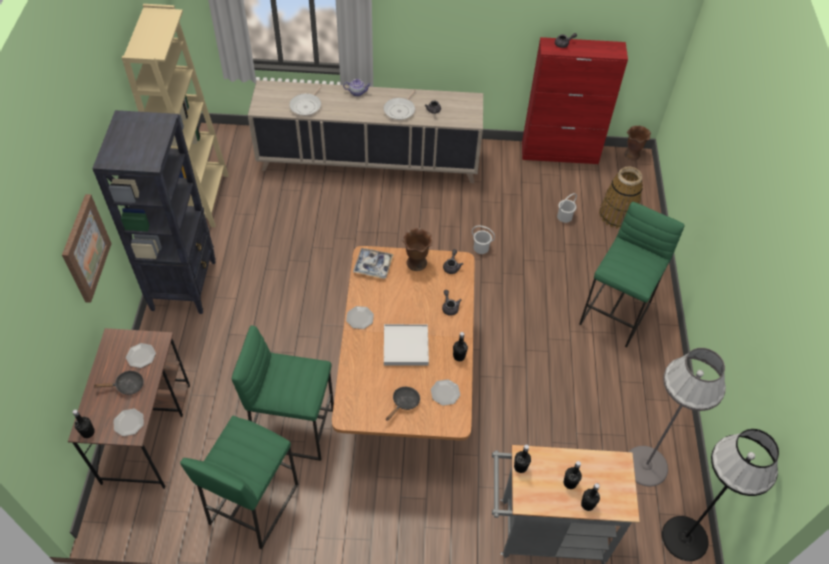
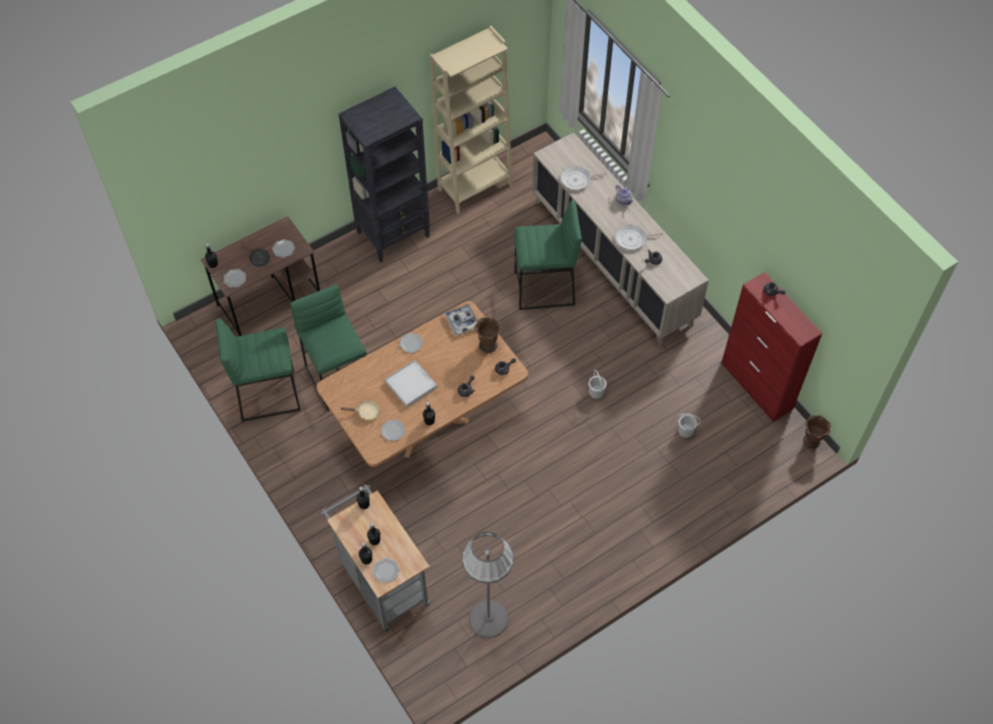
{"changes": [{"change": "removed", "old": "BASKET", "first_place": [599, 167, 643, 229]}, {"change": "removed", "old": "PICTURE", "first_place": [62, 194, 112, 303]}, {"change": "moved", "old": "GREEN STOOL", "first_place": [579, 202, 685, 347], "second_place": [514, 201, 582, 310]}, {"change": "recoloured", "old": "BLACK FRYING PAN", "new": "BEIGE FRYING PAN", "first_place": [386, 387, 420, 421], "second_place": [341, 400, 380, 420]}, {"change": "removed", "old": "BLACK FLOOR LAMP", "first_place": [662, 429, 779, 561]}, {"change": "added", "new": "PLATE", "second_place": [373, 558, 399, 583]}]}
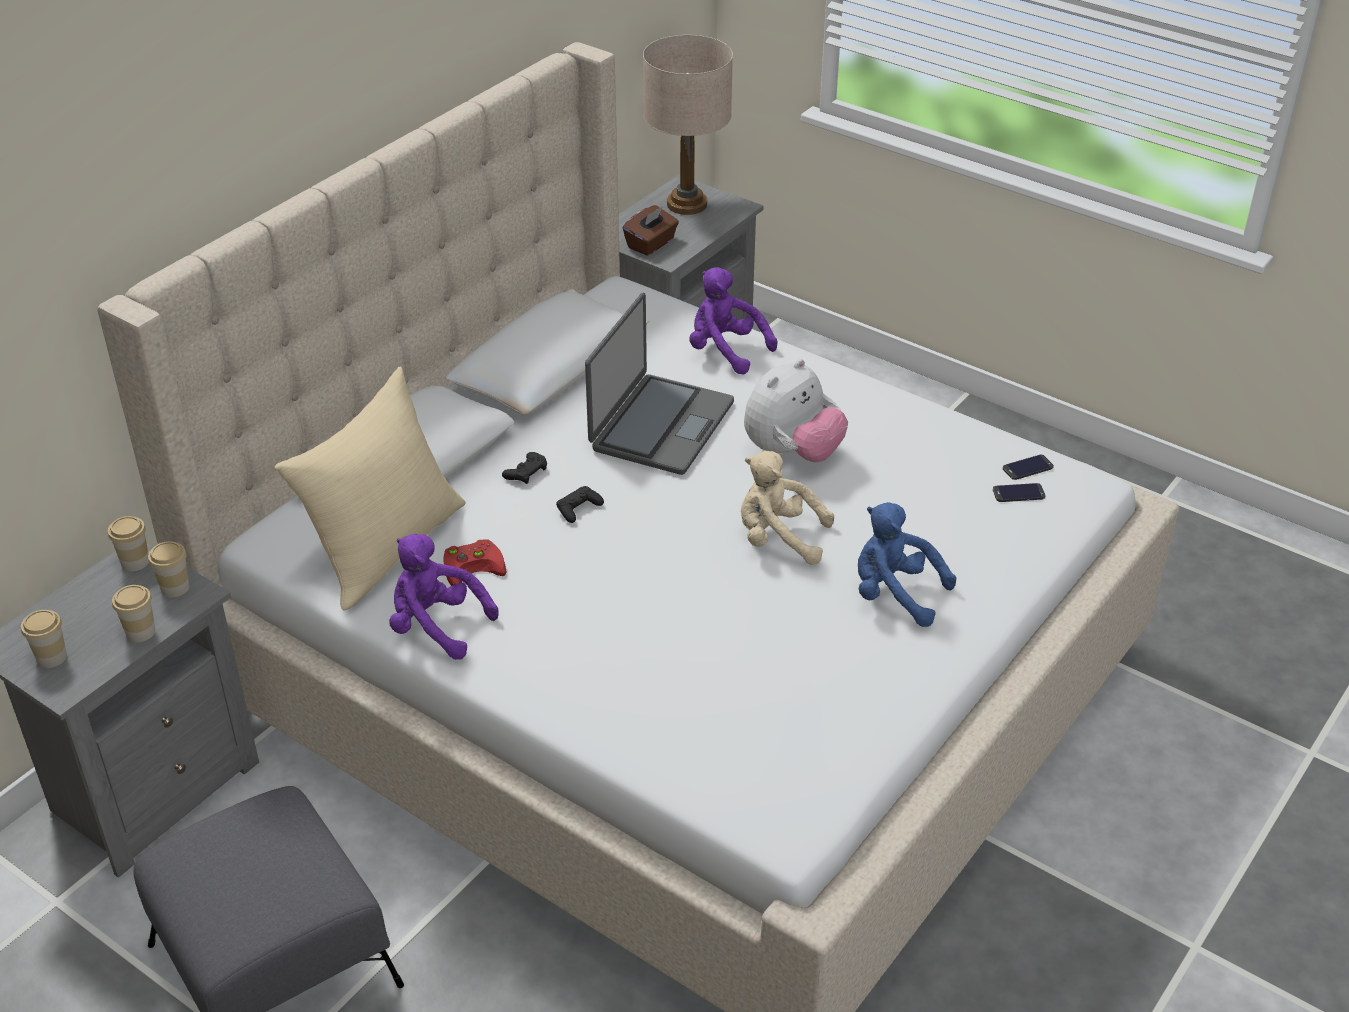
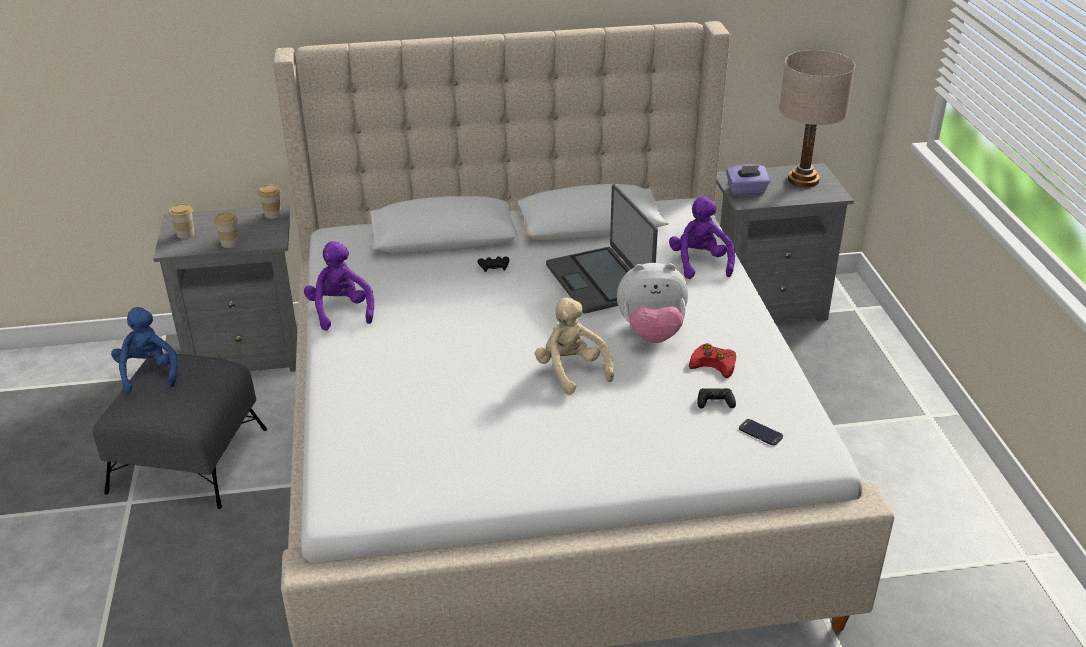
{"changes": [{"change": "recoloured", "old": "BROWN TISSUE BOX", "new": "PURPLE TISSUE BOX", "first_place": [623, 205, 679, 256], "second_place": [726, 164, 770, 196]}, {"change": "turned", "old": "LAPTOP", "first_place": [585, 293, 734, 475], "second_place": [546, 184, 658, 313], "degrees": 90}, {"change": "removed", "old": "BEIGE PILLOW", "first_place": [275, 366, 466, 610]}, {"change": "removed", "old": "PHONE", "first_place": [1003, 455, 1054, 480]}, {"change": "moved", "old": "BLACK GAME CONTROLLER", "first_place": [556, 486, 604, 523], "second_place": [697, 388, 736, 408]}, {"change": "moved", "old": "BLUE PLUSH TOY", "first_place": [858, 502, 956, 627], "second_place": [111, 307, 178, 393]}, {"change": "moved", "old": "RED GAME CONTROLLER", "first_place": [443, 539, 506, 586], "second_place": [689, 343, 736, 378]}, {"change": "removed", "old": "CUP", "first_place": [148, 541, 189, 597]}]}
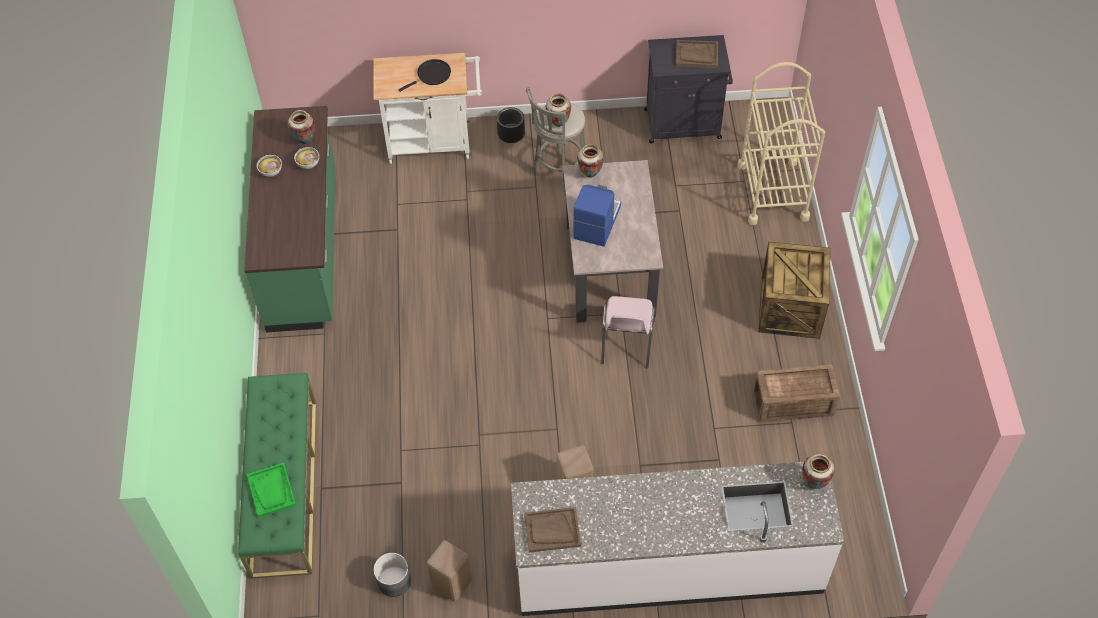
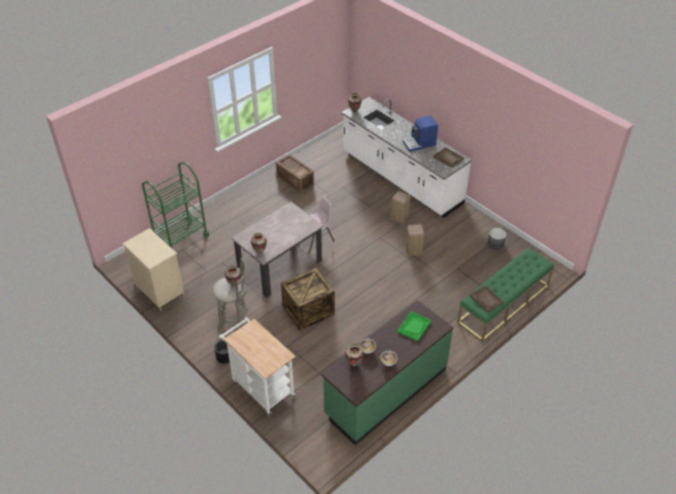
{"changes": [{"change": "recoloured", "old": "BLACK CABINET", "new": "BEIGE CABINET", "first_place": [644, 35, 733, 144], "second_place": [122, 228, 185, 311]}, {"change": "moved", "old": "BROWN TRAY", "first_place": [676, 40, 718, 68], "second_place": [470, 285, 503, 313]}, {"change": "removed", "old": "BLACK FRYING PAN", "first_place": [398, 59, 451, 92]}, {"change": "recoloured", "old": "BEIGE CART", "new": "GREEN CART", "first_place": [737, 62, 825, 225], "second_place": [142, 162, 209, 248]}, {"change": "moved", "old": "COFFEE MACHINE", "first_place": [573, 185, 621, 247], "second_place": [403, 115, 438, 152]}, {"change": "moved", "old": "CRATE", "first_place": [758, 242, 831, 339], "second_place": [281, 268, 335, 331]}, {"change": "moved", "old": "GREEN TRAY", "first_place": [247, 463, 296, 518], "second_place": [397, 311, 431, 341]}, {"change": "moved", "old": "BEIGE STOOL", "first_place": [427, 540, 472, 602], "second_place": [406, 224, 424, 256]}]}
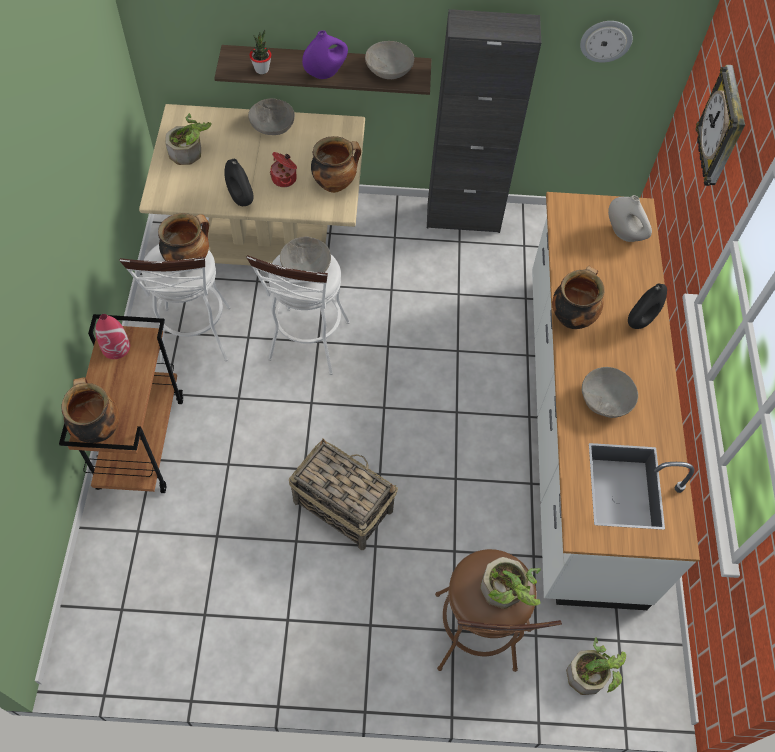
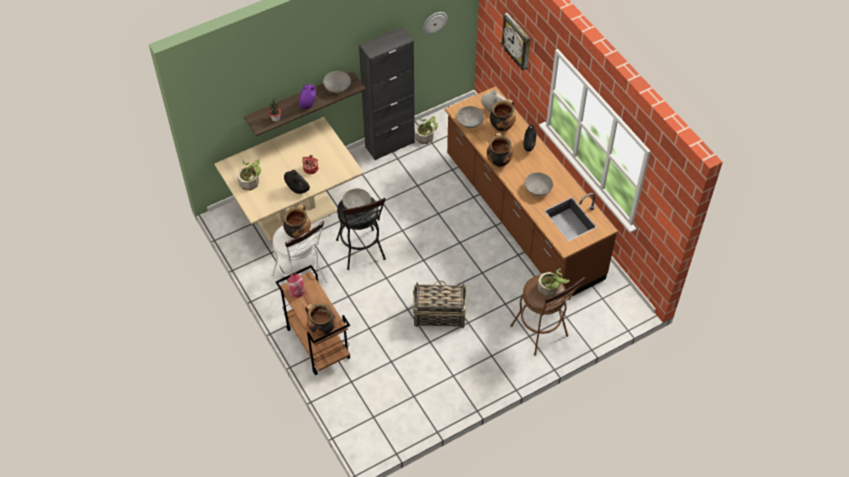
{"changes": [{"change": "moved", "old": "GREY BOWL", "first_place": [248, 98, 295, 135], "second_place": [456, 106, 484, 128]}, {"change": "moved", "old": "COOKING POT", "first_place": [311, 136, 361, 193], "second_place": [490, 99, 516, 132]}, {"change": "recoloured", "old": "WHITE COUNTER", "new": "BROWN COUNTER", "first_place": [532, 192, 700, 610], "second_place": [445, 86, 618, 296]}, {"change": "recoloured", "old": "WHITE STOOL", "new": "BLACK STOOL", "first_place": [246, 254, 350, 375], "second_place": [336, 197, 386, 270]}, {"change": "moved", "old": "POTTED PLANT", "first_place": [566, 637, 626, 695], "second_place": [416, 116, 438, 144]}]}
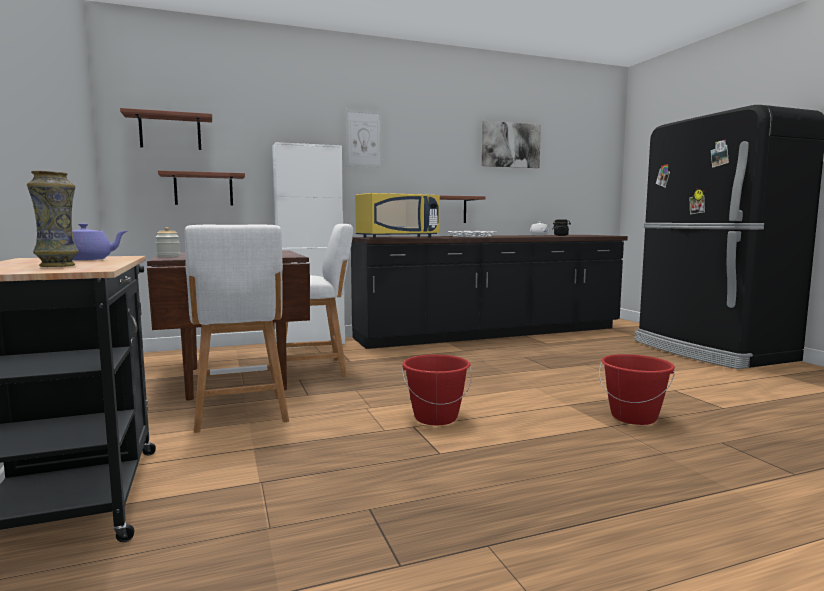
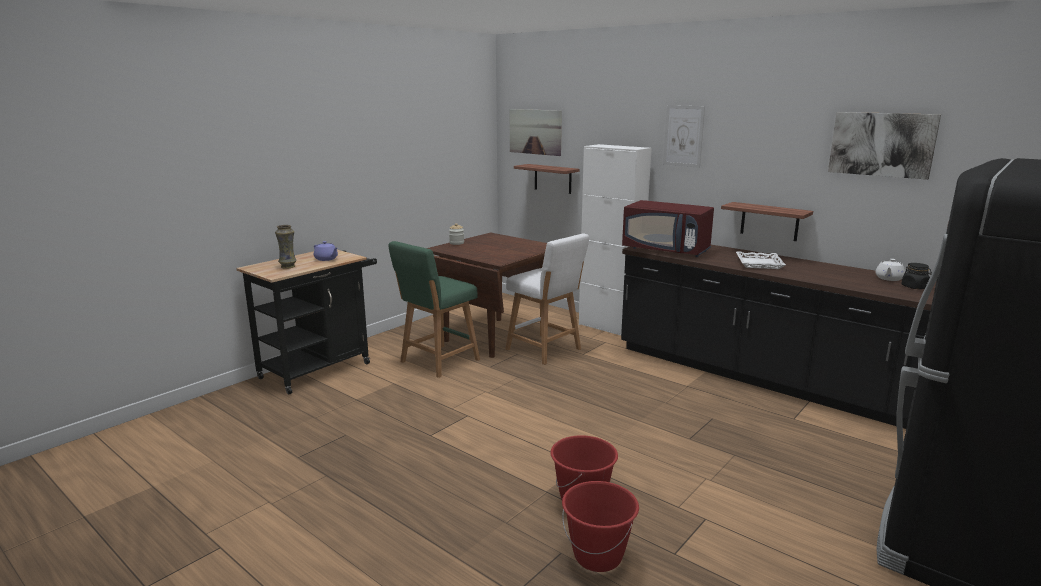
{"changes": [{"change": "replaced", "old": "SHELF", "new": "PICTURE", "first_place": [120, 108, 212, 150], "second_place": [510, 109, 562, 156]}, {"change": "recoloured", "old": "YELLOW MICROWAVE", "new": "RED MICROWAVE", "first_place": [355, 193, 440, 238], "second_place": [622, 200, 714, 257]}, {"change": "recoloured", "old": "WHITE STOOL", "new": "GREEN STOOL", "first_place": [184, 225, 289, 433], "second_place": [388, 241, 480, 378]}, {"change": "moved", "old": "RED BUCKET", "first_place": [402, 355, 472, 425], "second_place": [562, 481, 639, 572]}]}
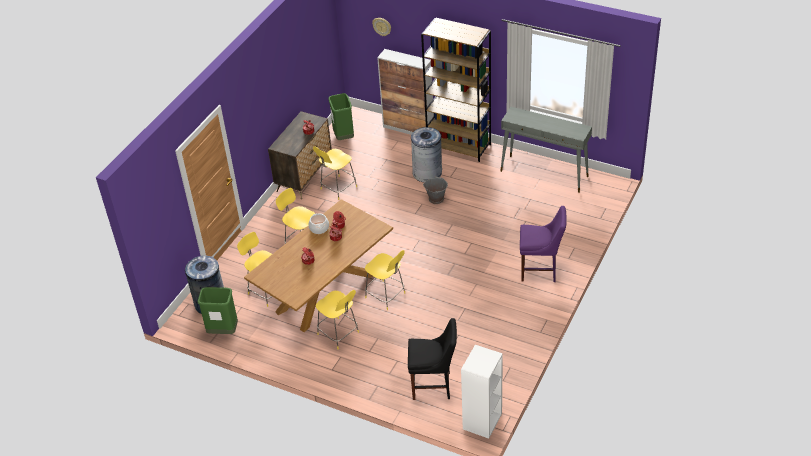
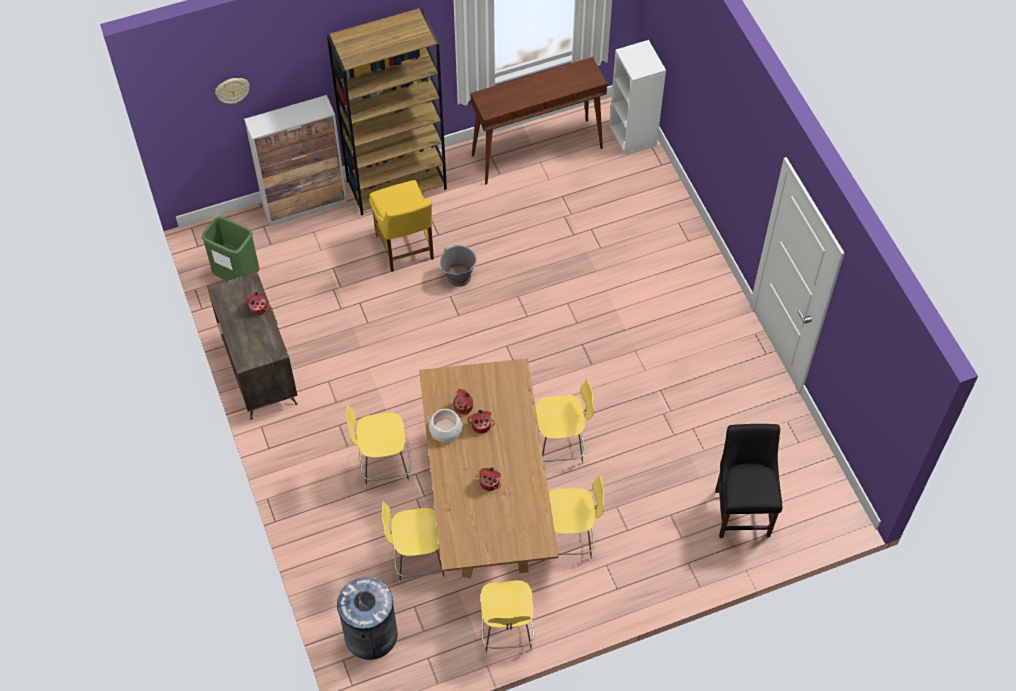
{"changes": [{"change": "recoloured", "old": "GREY CONSOLE TABLE", "new": "BROWN CONSOLE TABLE", "first_place": [500, 107, 592, 193], "second_place": [471, 57, 607, 185]}, {"change": "replaced", "old": "GREY TRASH CAN", "new": "YELLOW CHAIR", "first_place": [411, 127, 442, 182], "second_place": [369, 180, 434, 272]}, {"change": "moved", "old": "YELLOW STOOL", "first_place": [313, 146, 357, 200], "second_place": [481, 580, 534, 654]}, {"change": "removed", "old": "PURPLE CHAIR", "first_place": [520, 206, 567, 282]}, {"change": "removed", "old": "GREEN TRASH CAN", "first_place": [198, 287, 238, 334]}, {"change": "turned", "old": "BLACK CHAIR", "first_place": [408, 318, 457, 400], "second_place": [715, 424, 782, 538], "degrees": -45}, {"change": "moved", "old": "WHITE BOOKCASE", "first_place": [461, 345, 503, 439], "second_place": [609, 40, 666, 155]}]}
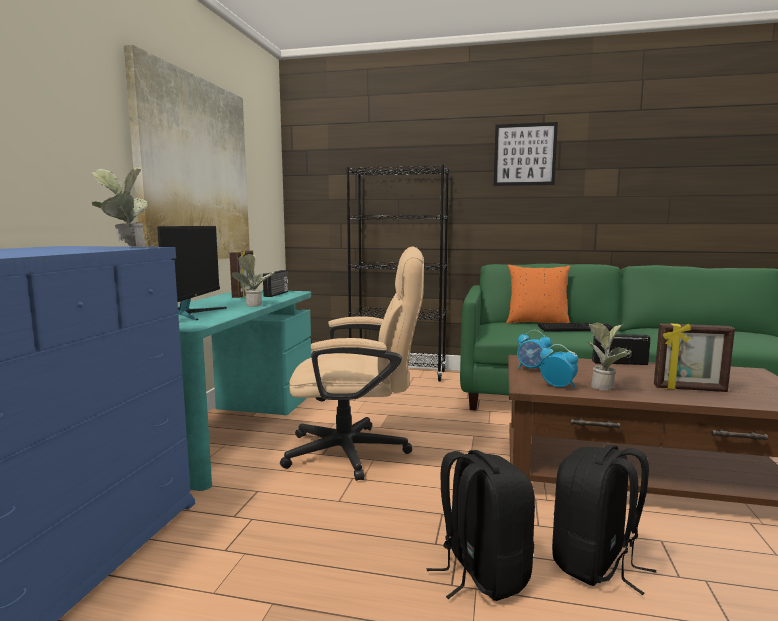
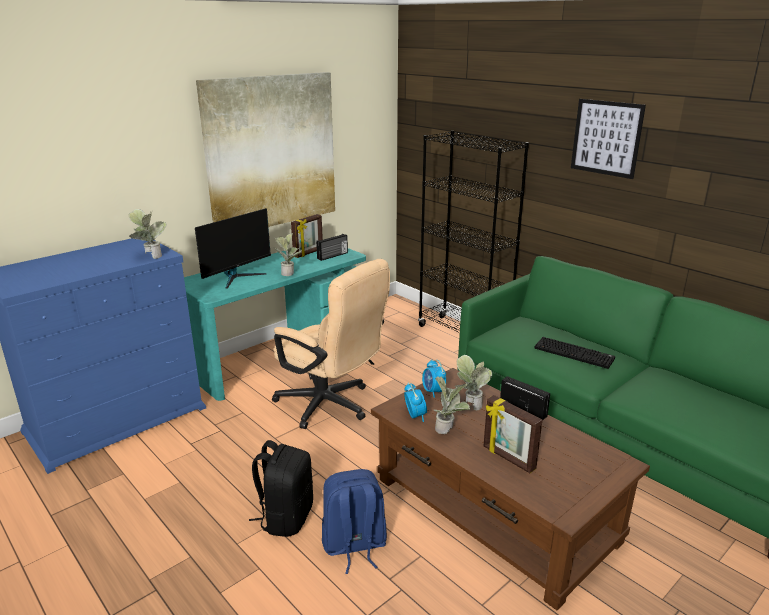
{"changes": [{"change": "removed", "old": "ORANGE PILLOW", "first_place": [506, 265, 570, 324]}, {"change": "recoloured", "old": "BLACK BACKPACK", "new": "BLUE BACKPACK", "first_place": [552, 445, 656, 595], "second_place": [322, 469, 387, 574]}, {"change": "added", "new": "POTTED PLANT", "second_place": [455, 355, 493, 410]}]}
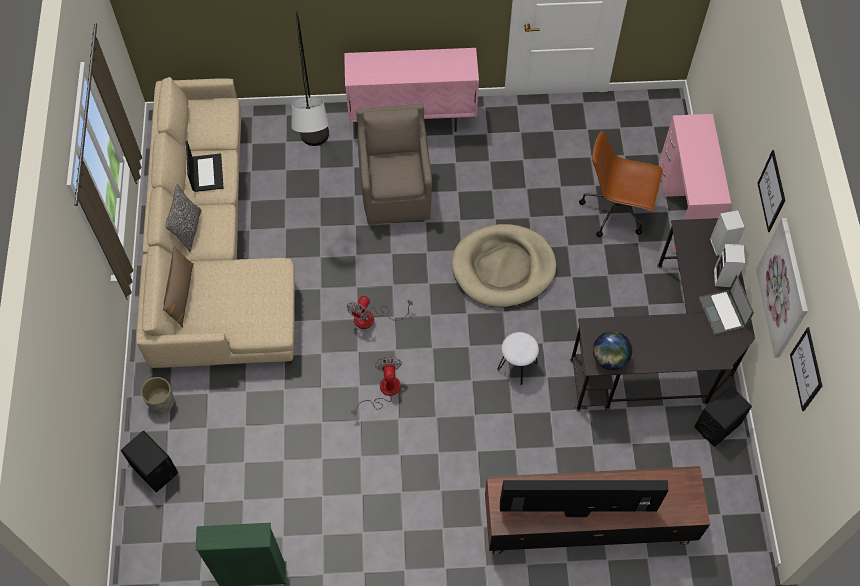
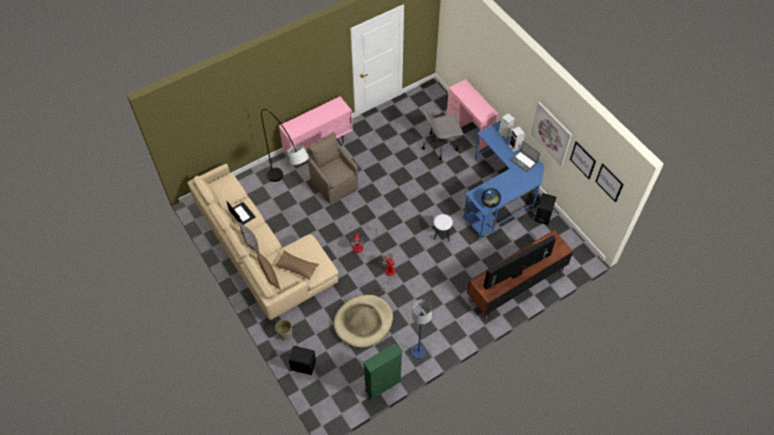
{"changes": [{"change": "recoloured", "old": "BROWN OFFICE CHAIR", "new": "GREY OFFICE CHAIR", "first_place": [579, 130, 663, 237], "second_place": [422, 107, 463, 160]}, {"change": "moved", "old": "PICTURE", "first_place": [757, 150, 786, 232], "second_place": [595, 163, 624, 203]}, {"change": "recoloured", "old": "BLACK DESK", "new": "BLUE DESK", "first_place": [570, 218, 755, 411], "second_place": [463, 121, 544, 240]}, {"change": "moved", "old": "BEIGE DOG BED", "first_place": [452, 224, 556, 307], "second_place": [334, 295, 393, 348]}, {"change": "added", "new": "BROWN PILLOW", "second_place": [275, 250, 319, 280]}, {"change": "added", "new": "BLUE FLOOR LAMP", "second_place": [411, 299, 432, 359]}]}
